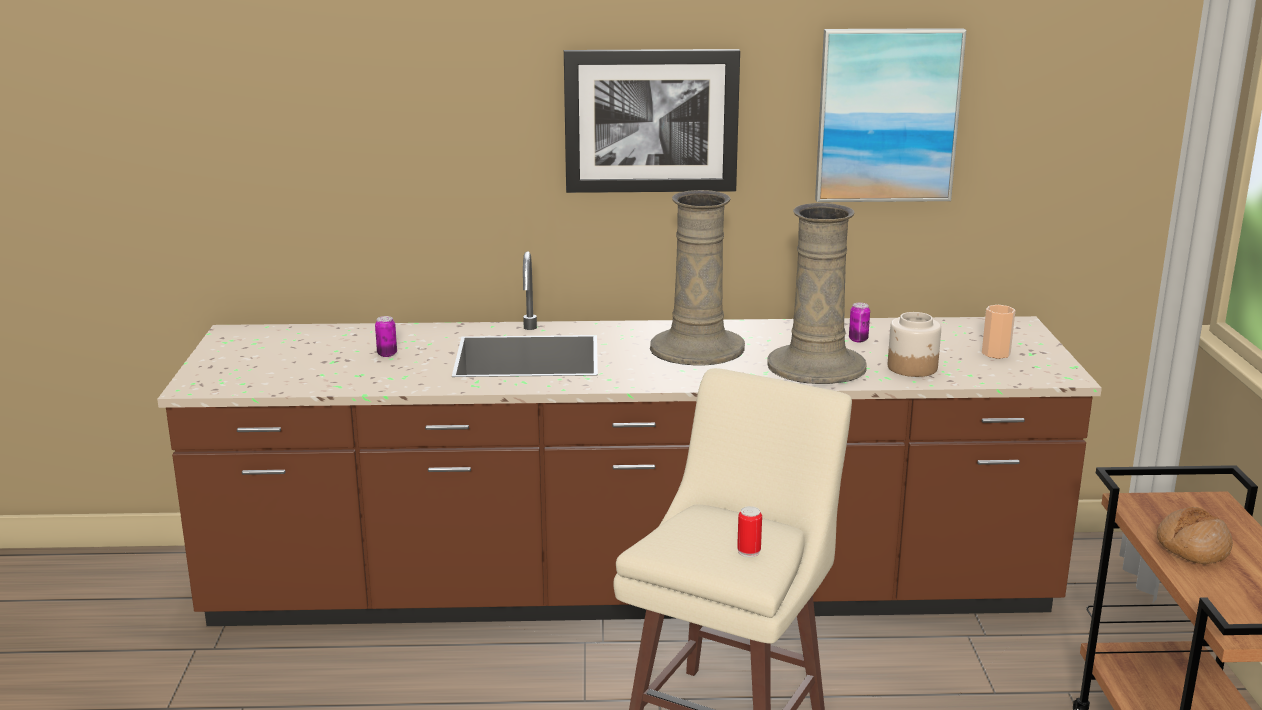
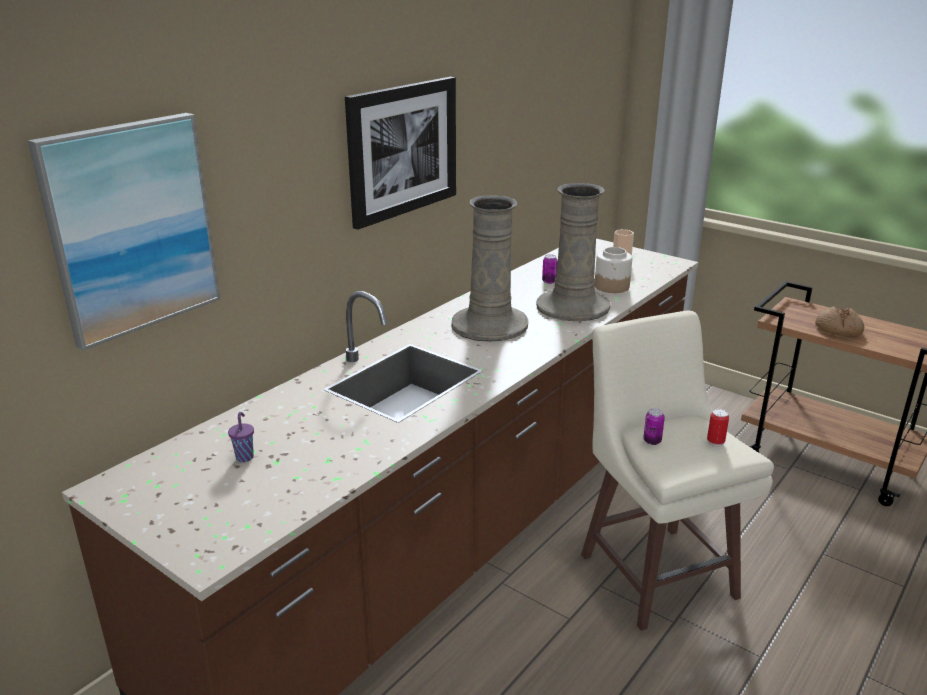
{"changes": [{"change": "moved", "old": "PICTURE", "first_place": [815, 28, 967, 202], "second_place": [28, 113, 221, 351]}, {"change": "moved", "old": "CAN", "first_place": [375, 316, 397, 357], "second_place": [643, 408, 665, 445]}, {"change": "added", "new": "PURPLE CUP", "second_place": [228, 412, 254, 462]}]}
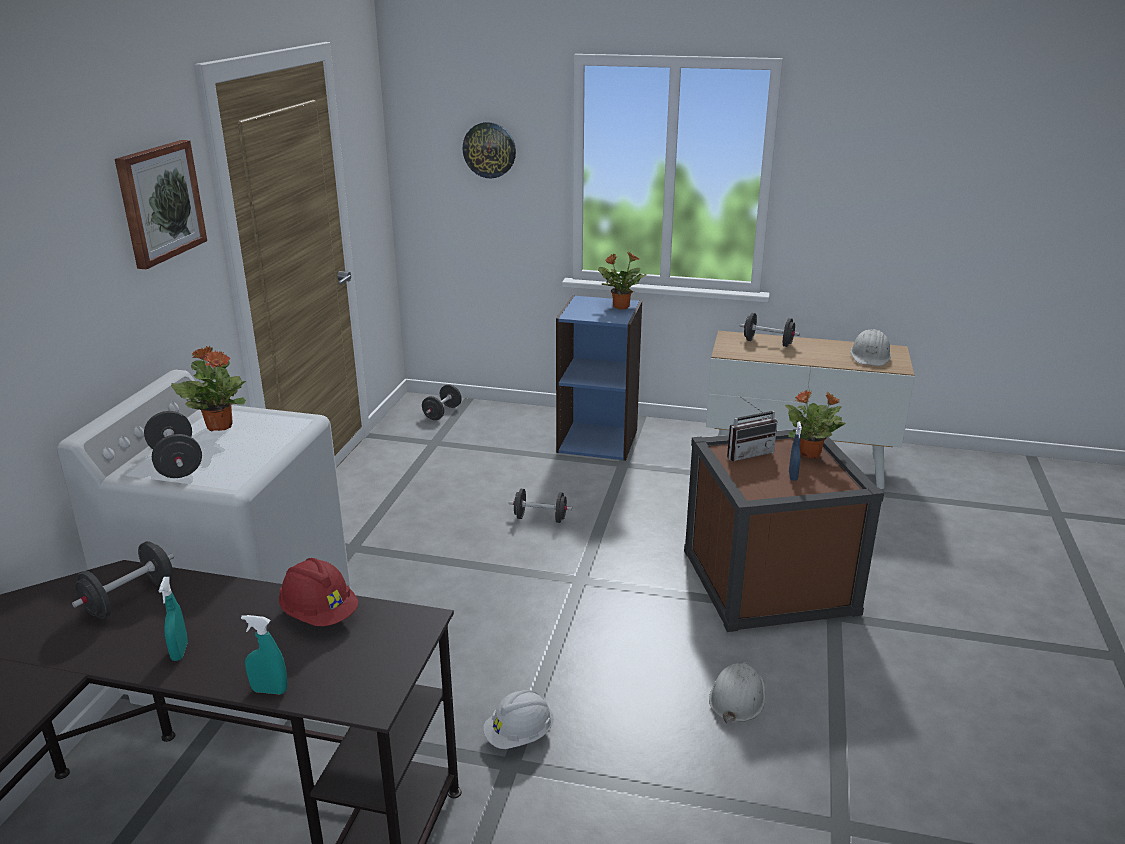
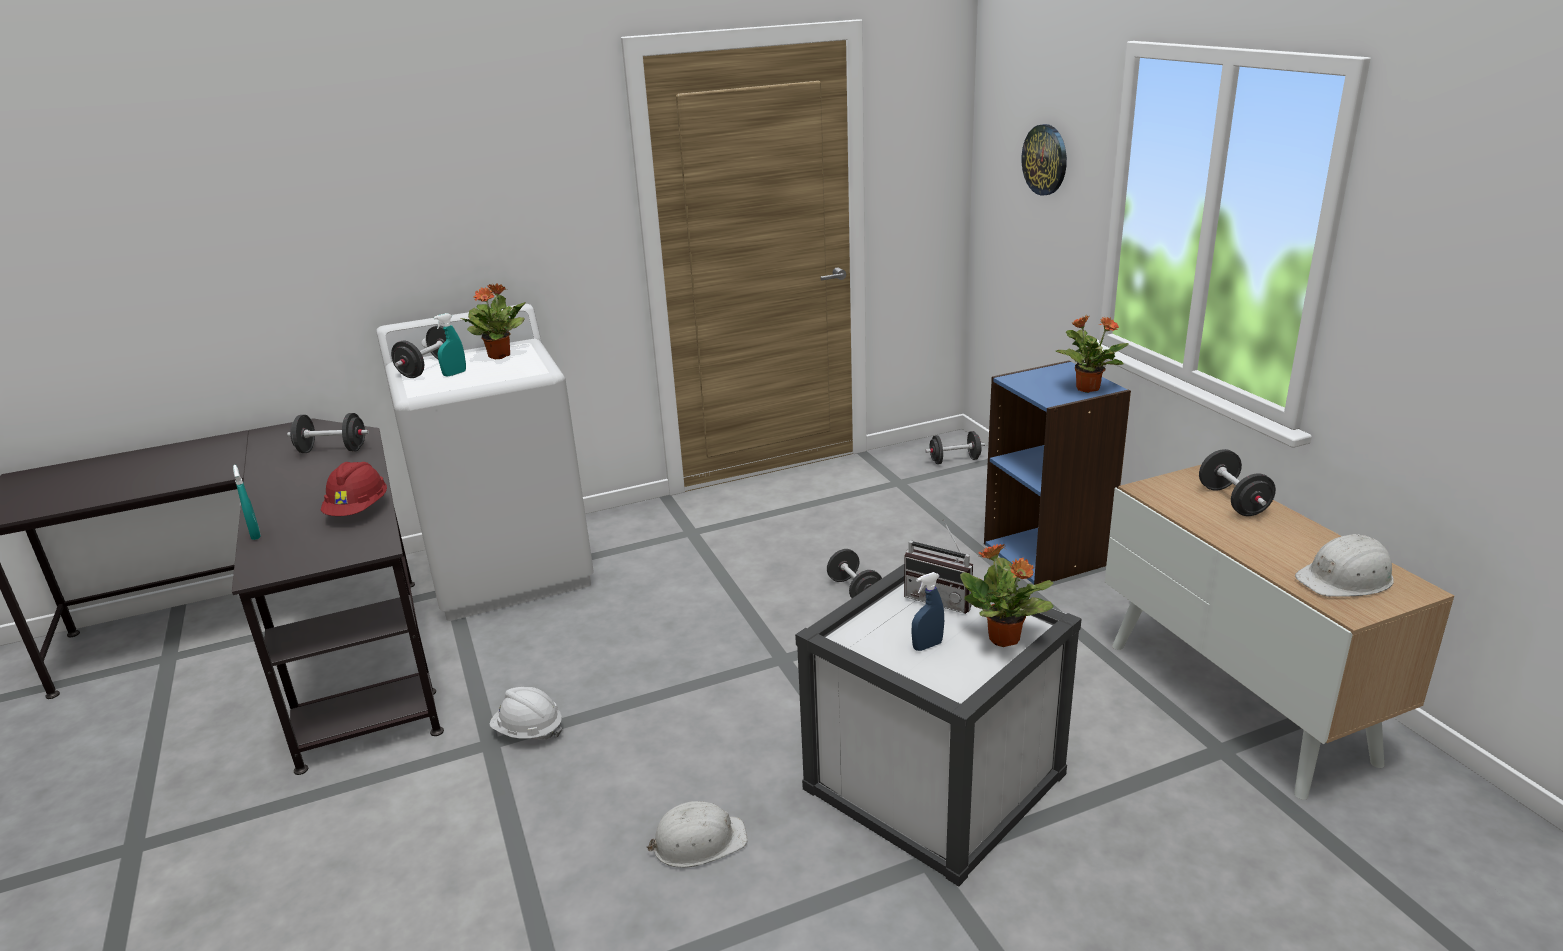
{"changes": [{"change": "removed", "old": "PICTURE", "first_place": [115, 140, 207, 269]}, {"change": "recoloured", "old": "BROWN STORAGE BOX", "new": "WHITE STORAGE BOX", "first_place": [684, 429, 884, 632], "second_place": [795, 564, 1082, 887]}, {"change": "moved", "old": "TURQUOISE SPRAY BOTTLE", "first_place": [159, 577, 188, 661], "second_place": [433, 313, 466, 377]}]}
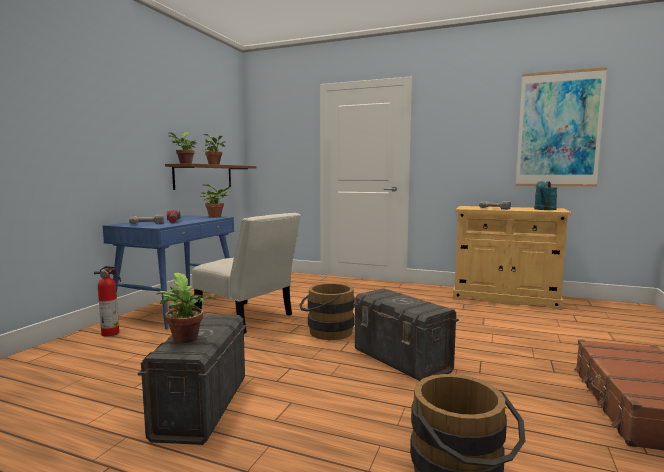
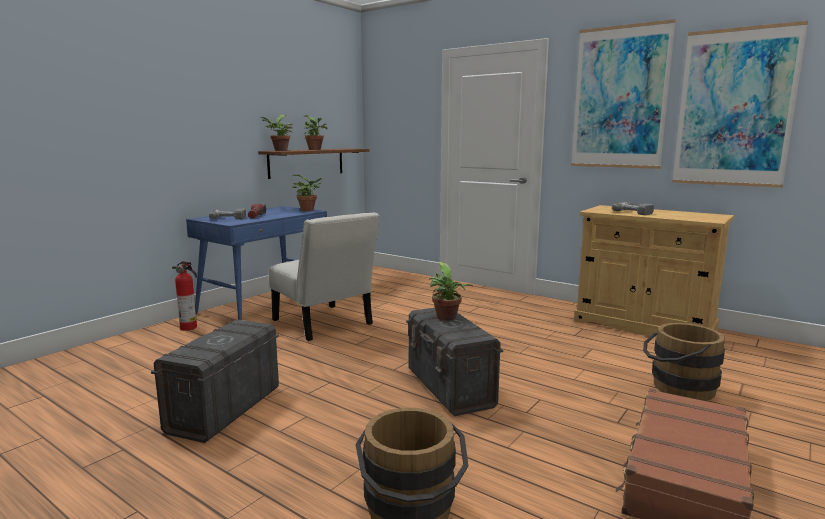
{"changes": [{"change": "removed", "old": "TURQUOISE WATERING CAN", "first_place": [534, 181, 557, 210]}, {"change": "moved", "old": "POTTED PLANT", "first_place": [156, 272, 216, 343], "second_place": [429, 262, 473, 321]}, {"change": "moved", "old": "BROWN BUCKET", "first_place": [299, 283, 355, 340], "second_place": [643, 323, 725, 401]}, {"change": "added", "new": "PICTURE", "second_place": [571, 19, 676, 169]}]}
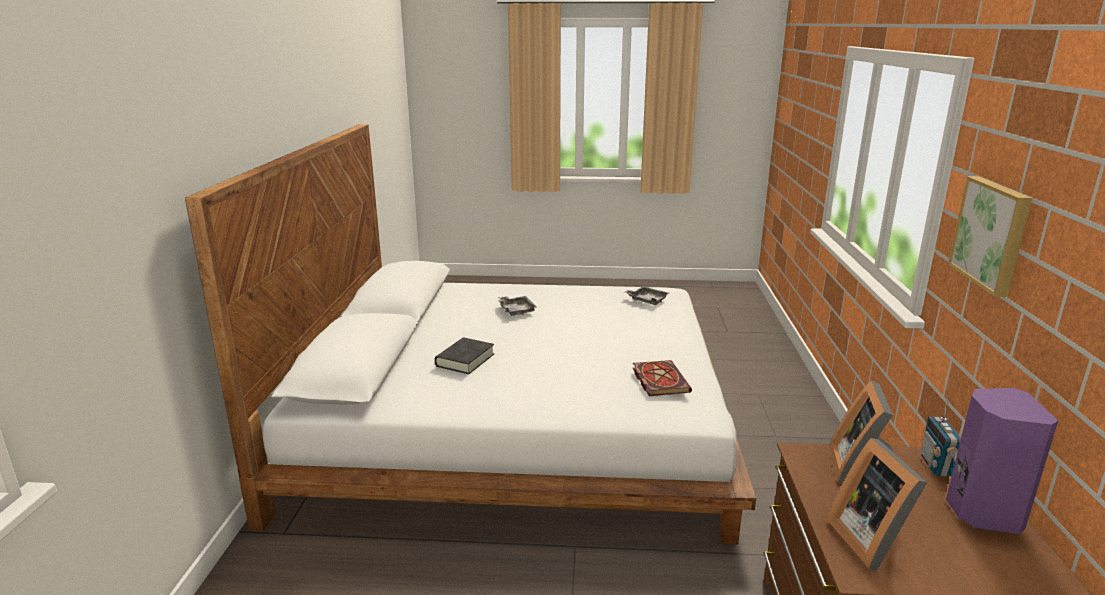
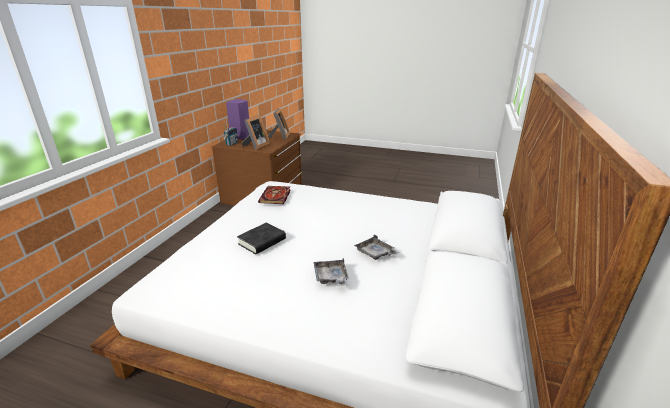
{"changes": [{"change": "removed", "old": "PICTURE", "first_place": [948, 176, 1032, 297]}, {"change": "moved", "old": "GREY TRAY", "first_place": [624, 286, 669, 305], "second_place": [354, 235, 399, 260]}, {"change": "moved", "old": "BLACK BOOK", "first_place": [435, 337, 494, 374], "second_place": [237, 223, 286, 254]}]}
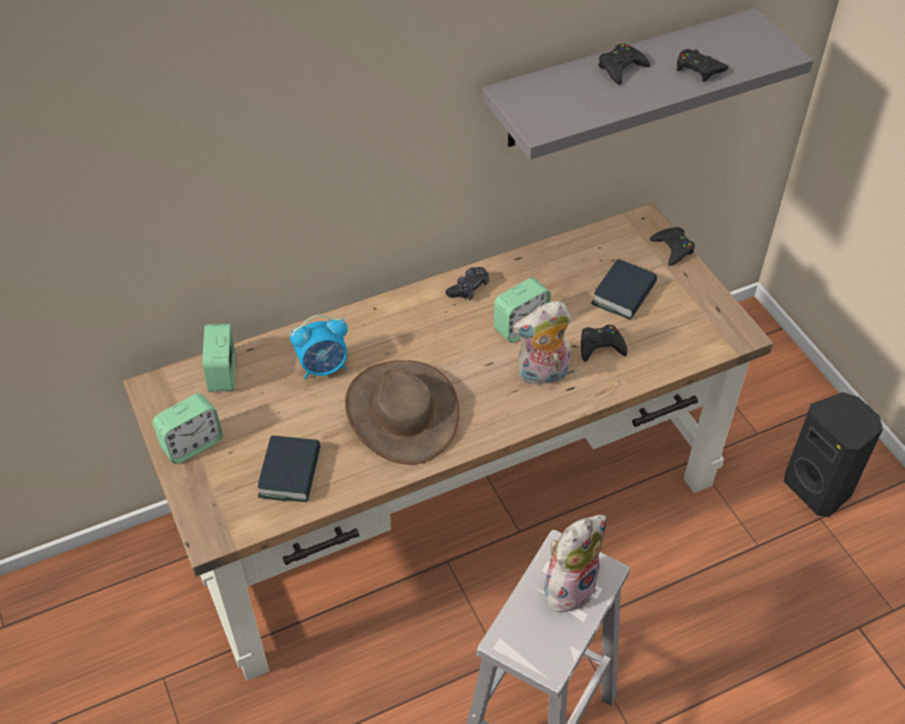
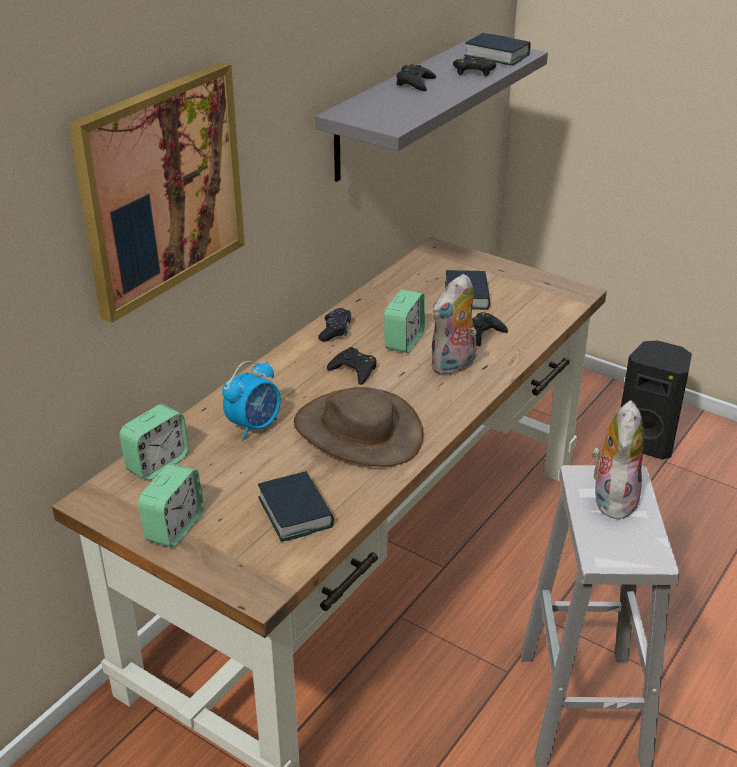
{"changes": [{"change": "moved", "old": "BLACK GAME CONTROLLER", "first_place": [650, 227, 695, 266], "second_place": [327, 347, 376, 385]}, {"change": "turned", "old": "ALARM CLOCK", "first_place": [203, 324, 235, 392], "second_place": [119, 404, 189, 480], "degrees": -105}, {"change": "added", "new": "BOOK", "second_place": [464, 33, 531, 66]}, {"change": "added", "new": "PICTURE", "second_place": [69, 62, 245, 323]}]}
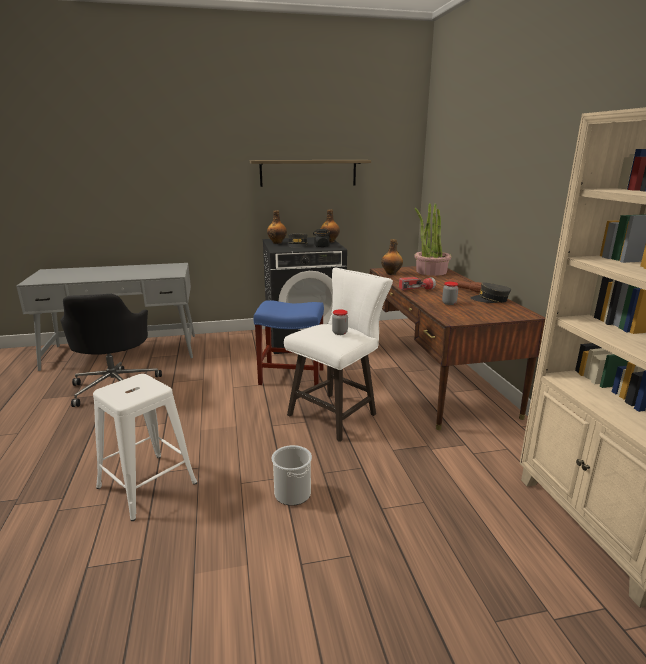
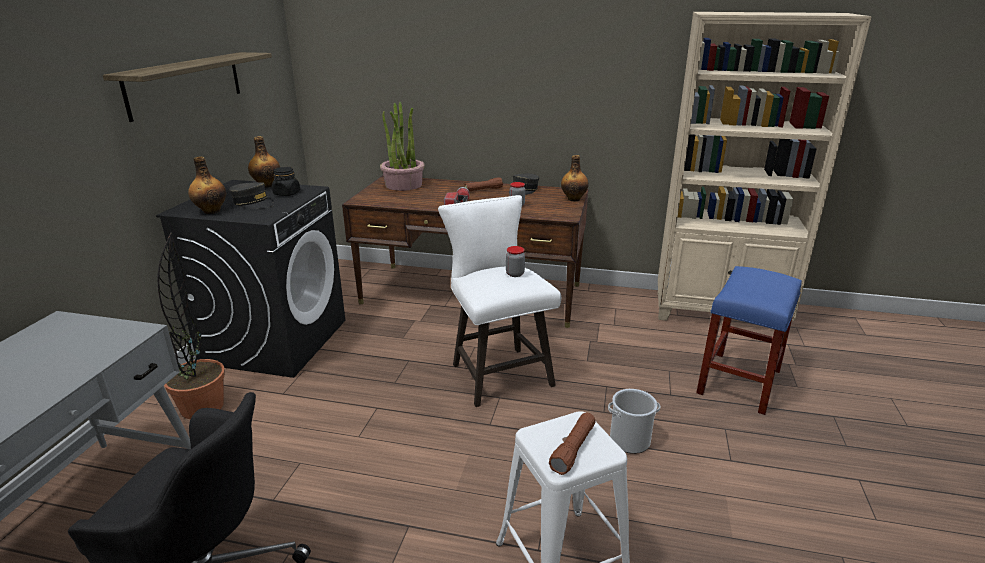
{"changes": [{"change": "moved", "old": "BOTTLE", "first_place": [381, 239, 403, 275], "second_place": [561, 155, 589, 202]}, {"change": "moved", "old": "BLUE STOOL", "first_place": [254, 300, 324, 386], "second_place": [696, 266, 802, 415]}, {"change": "added", "new": "POTTED PLANT", "second_place": [157, 232, 224, 419]}, {"change": "added", "new": "BROWN FLASHLIGHT", "second_place": [549, 413, 596, 475]}]}
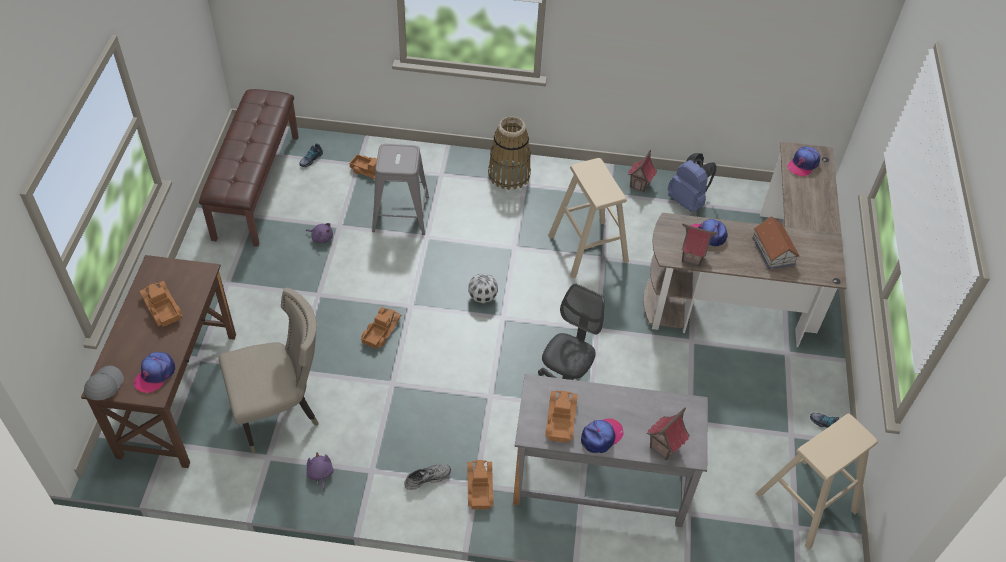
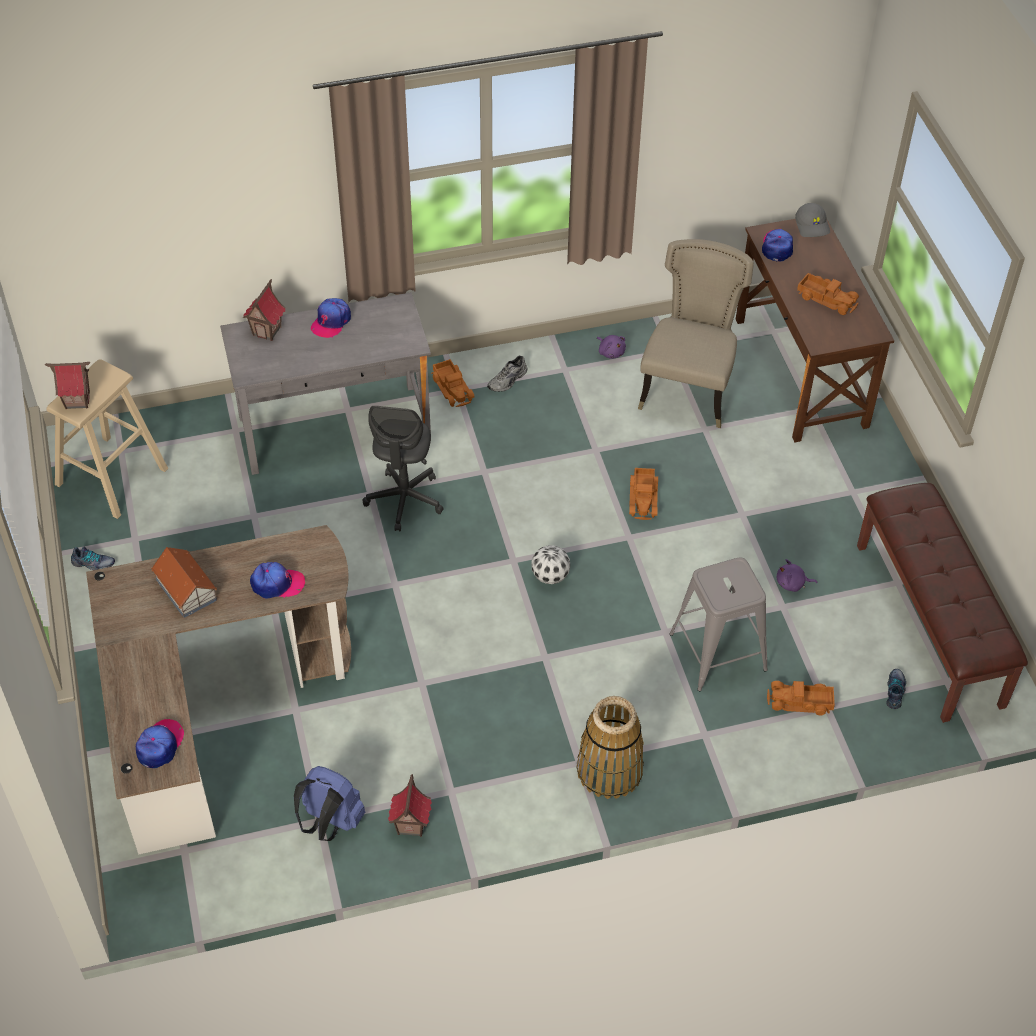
{"changes": [{"change": "removed", "old": "BEIGE STOOL", "first_place": [548, 158, 629, 278]}, {"change": "moved", "old": "TOY HOUSE", "first_place": [682, 224, 718, 267], "second_place": [45, 362, 90, 410]}, {"change": "turned", "old": "BEIGE CHAIR", "first_place": [219, 288, 319, 453], "second_place": [638, 239, 754, 428], "degrees": 150}, {"change": "removed", "old": "TOY TRUCK", "first_place": [545, 391, 578, 443]}]}
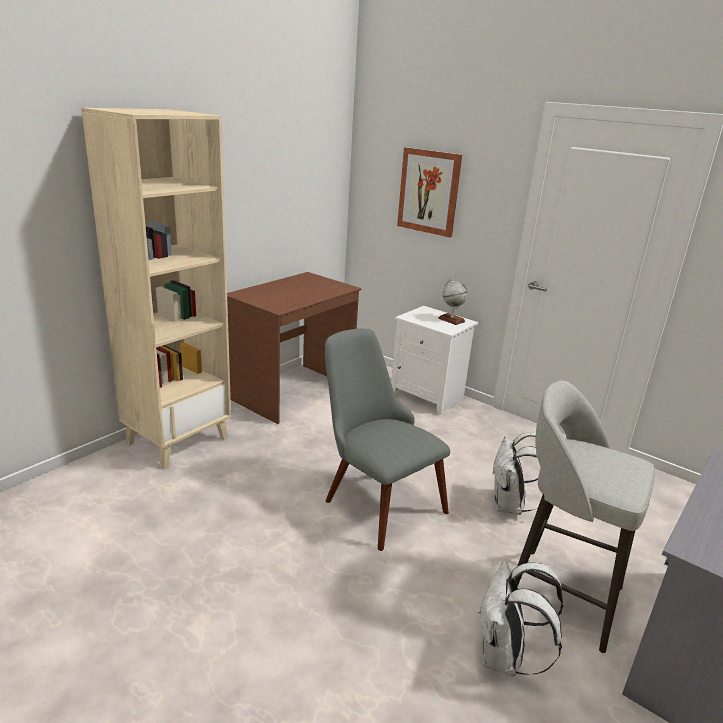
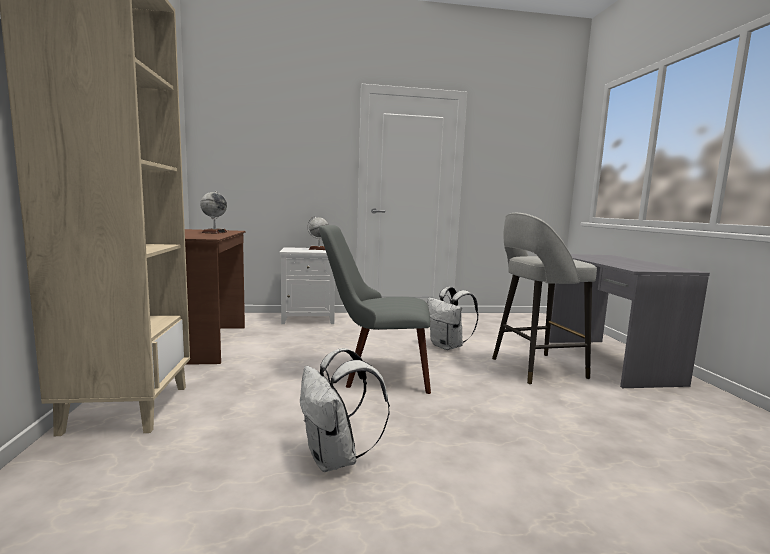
{"changes": [{"change": "removed", "old": "PICTURE", "first_place": [397, 147, 462, 237]}, {"change": "moved", "old": "WHITE BACKPACK", "first_place": [479, 560, 564, 677], "second_place": [300, 348, 390, 472]}, {"change": "added", "new": "GLOBE", "second_place": [200, 191, 227, 234]}]}
